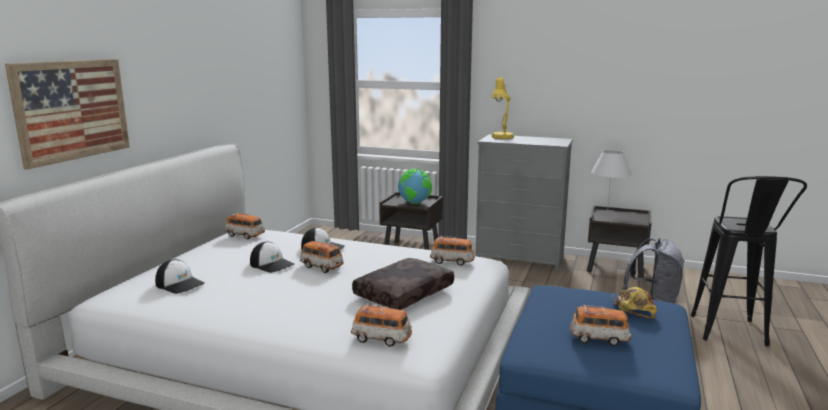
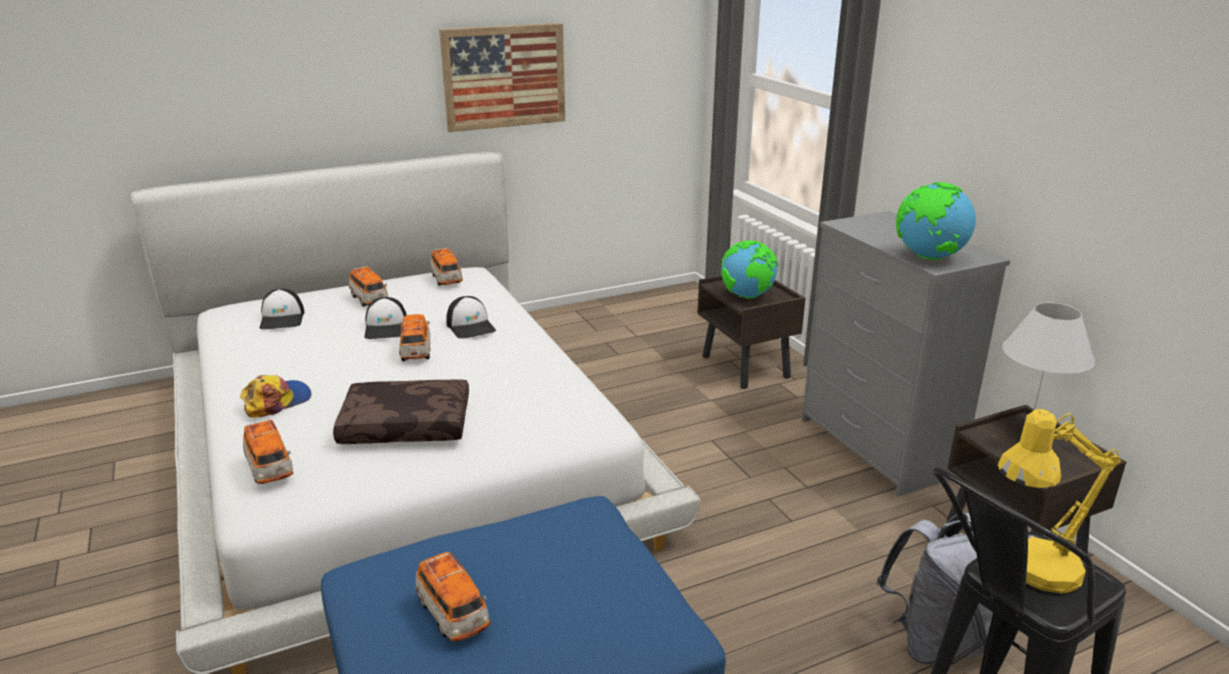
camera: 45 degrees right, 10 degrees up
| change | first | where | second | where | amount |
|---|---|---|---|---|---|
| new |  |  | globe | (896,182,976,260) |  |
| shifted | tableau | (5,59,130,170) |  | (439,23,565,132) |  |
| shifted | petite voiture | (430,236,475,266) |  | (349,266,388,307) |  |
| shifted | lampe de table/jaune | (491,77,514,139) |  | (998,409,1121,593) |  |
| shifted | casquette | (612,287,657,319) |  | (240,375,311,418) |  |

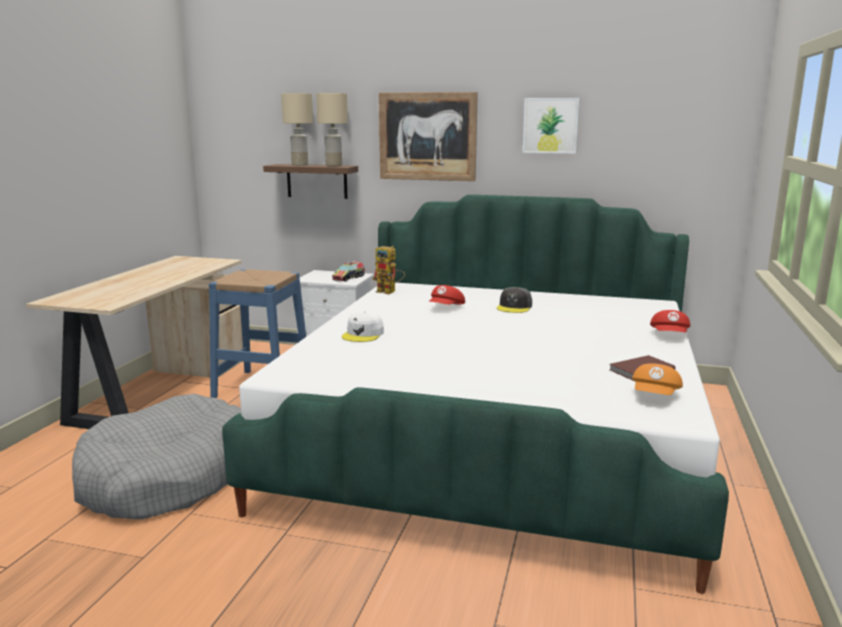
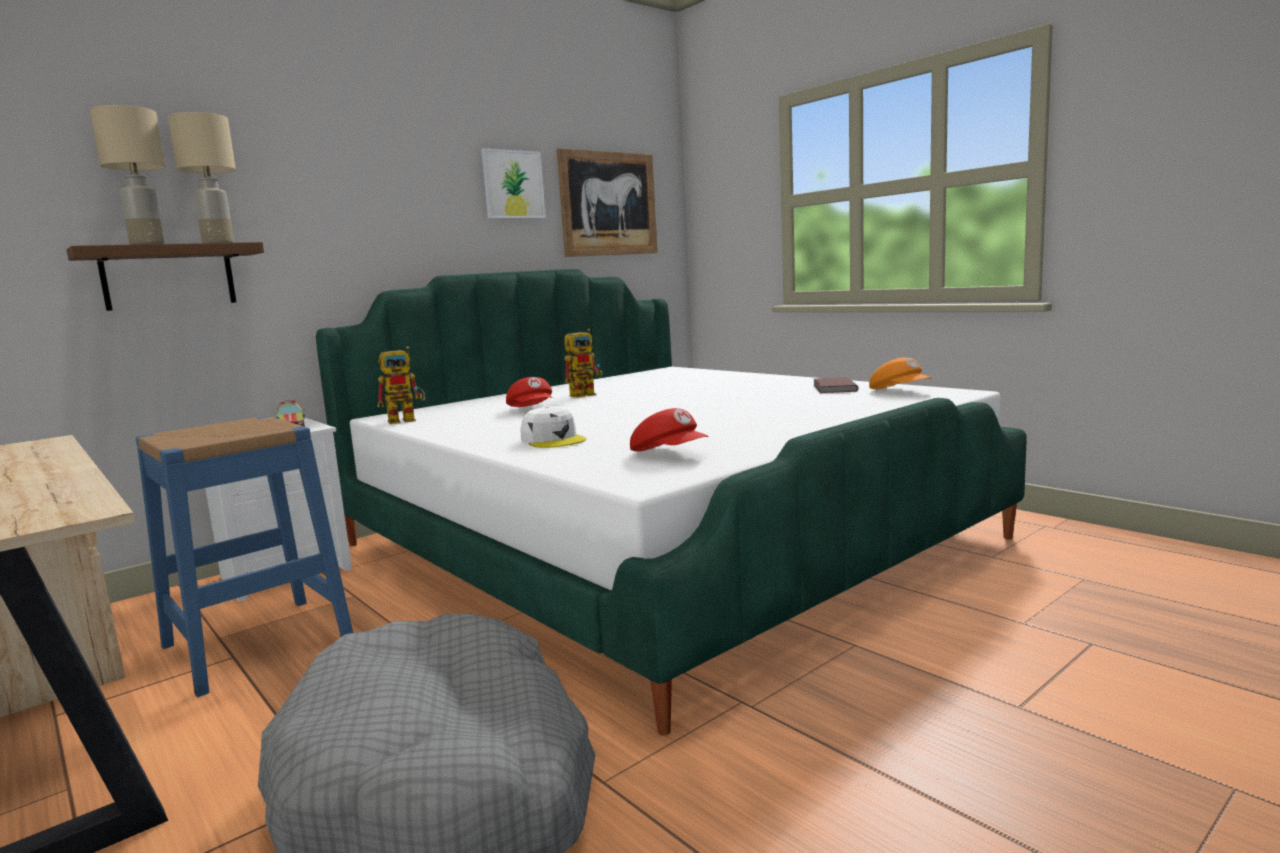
camera: 55 degrees left, 5 degrees down
| change | first | where | second | where | amount |
|---|---|---|---|---|---|
| shifted | tableau | (379,92,478,181) |  | (557,148,658,257) |  |
| shifted | casquette/rouge | (650,310,690,333) |  | (630,408,709,452) |  |
| swapped | casquette/gris | (497,287,532,313) | robot jouet | (564,329,602,398) |  |

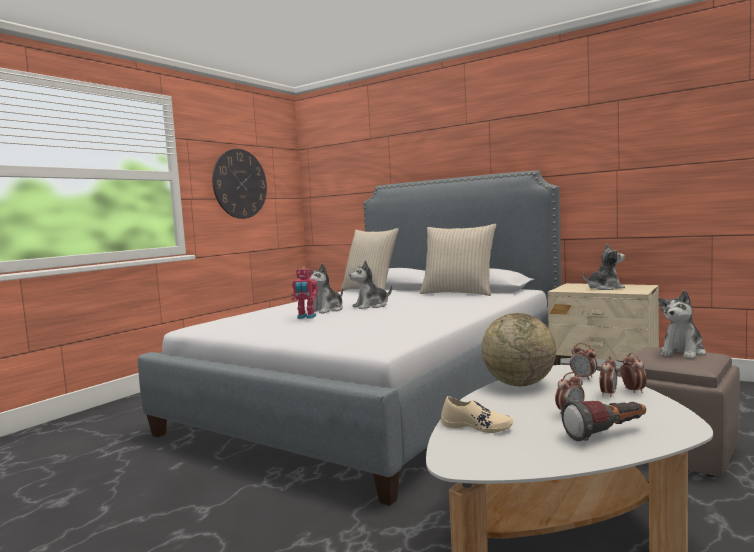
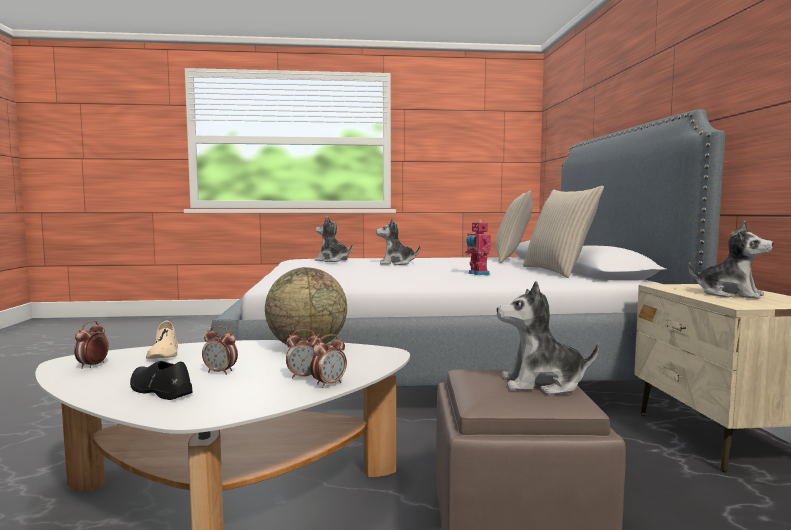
camera: 50 degrees right, 0 degrees up
| change | first | where | second | where | amount |
|---|---|---|---|---|---|
| gone | horloge murale | (212,149,267,219) |  |  |  |
| shifted | robot jouet | (292,266,318,319) |  | (465,220,492,275) |  |
| shifted | peluche | (350,260,392,309) |  | (314,216,353,262) |  |
| shifted | réveil | (570,343,597,380) |  | (74,321,109,369) |  |
| swapped | lampe de poche | (561,400,646,441) | chaussure/noir | (130,361,193,400) |  |

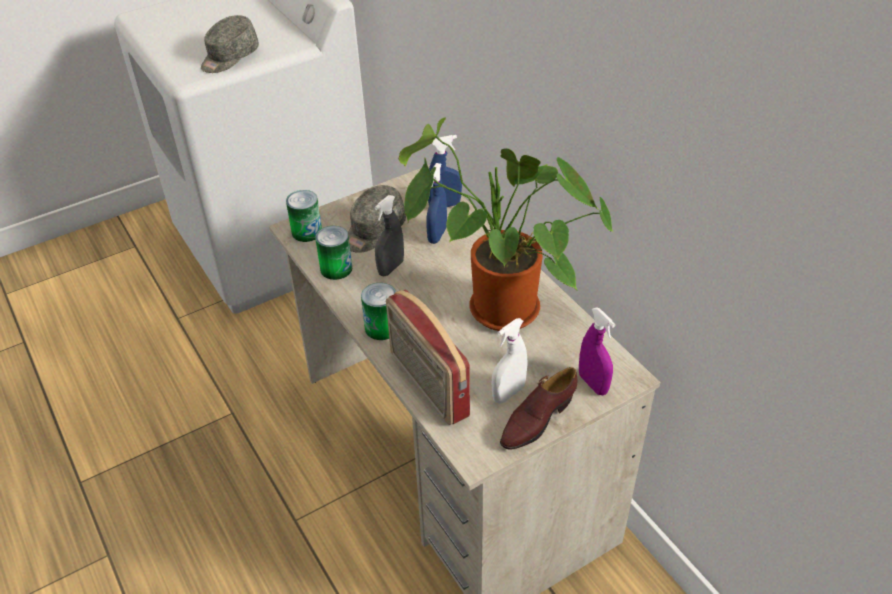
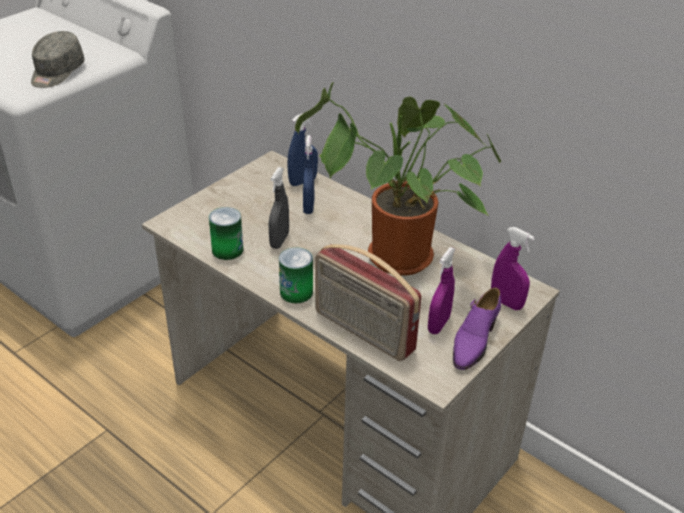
camera: 20 degrees left, 5 degrees down
| change | first | where | second | where | amount |
|---|---|---|---|---|---|
| gone | boîte métallique | (286,190,322,242) |  |  |  |
| gone | casquette/gris | (348,185,406,253) |  |  |  |
| repainted | vaporisateur/blanc | (492,318,527,404) | vaporisateur/violet | (428,247,455,334) |  |
| repainted | chaussure/marron | (500,367,578,450) | chaussure/violet | (453,288,501,370) |  |

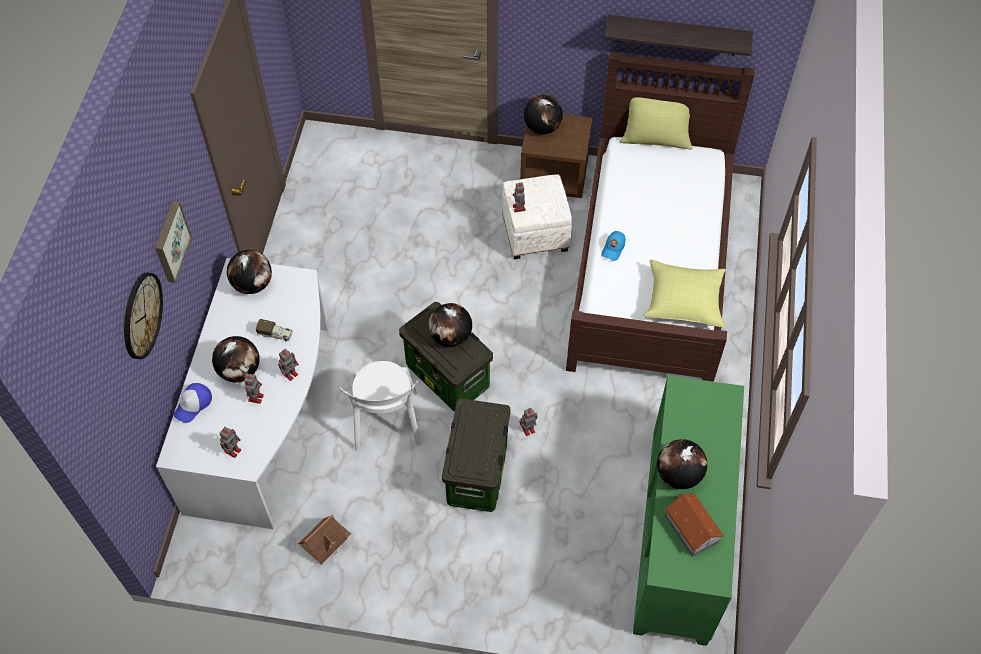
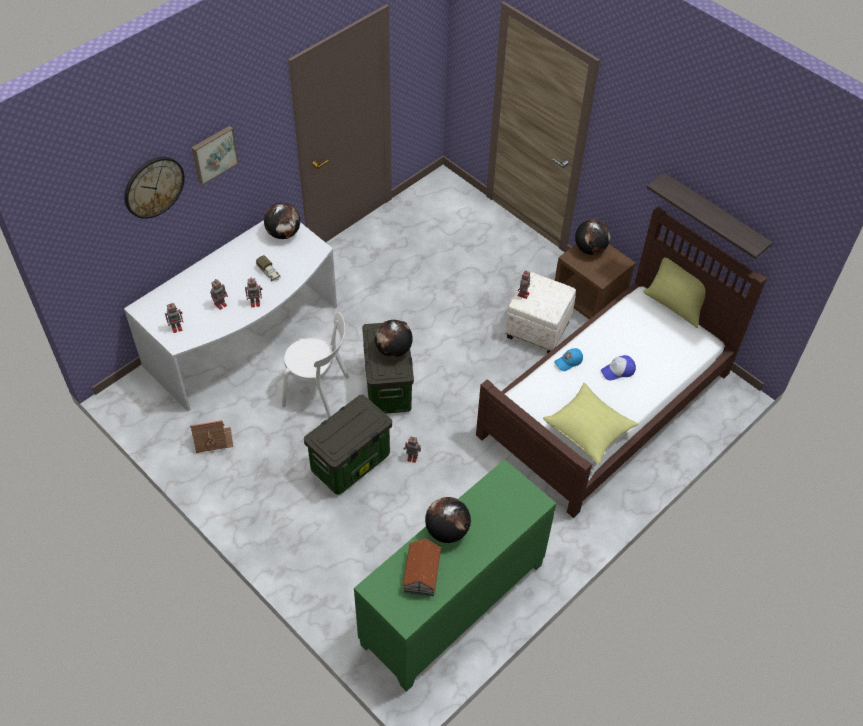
camera: 35 degrees right, 5 degrees down
| change | first | where | second | where | amount |
|---|---|---|---|---|---|
| gone | globe | (212,336,260,383) |  |  |  |
| shifted | casquette | (174,383,212,423) |  | (601,355,636,380) |  |
| rotated | chaise/blanc | (340,361,421,451) |  | (282,312,349,418) | 105 degrees counterclockwise |

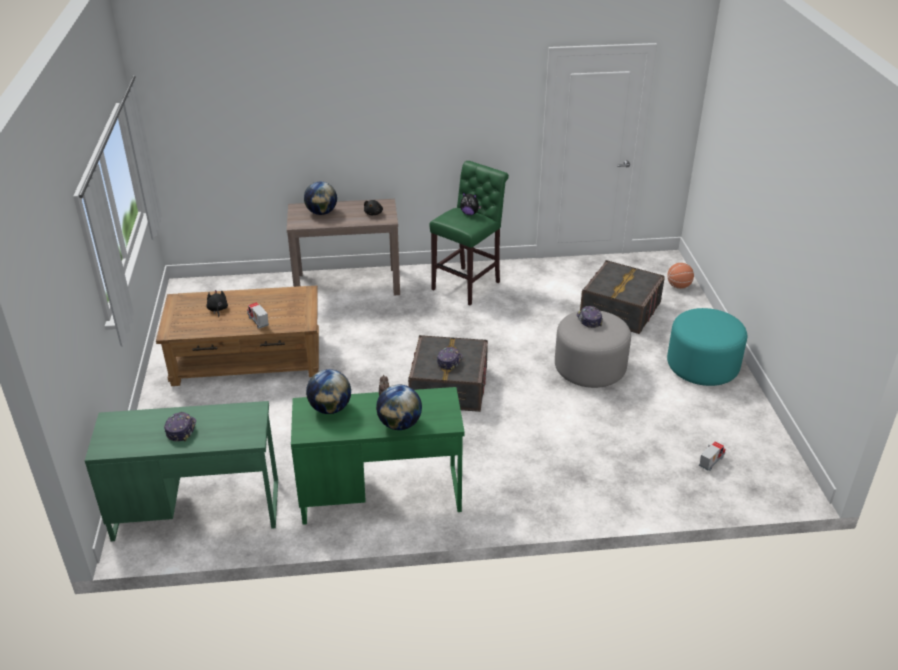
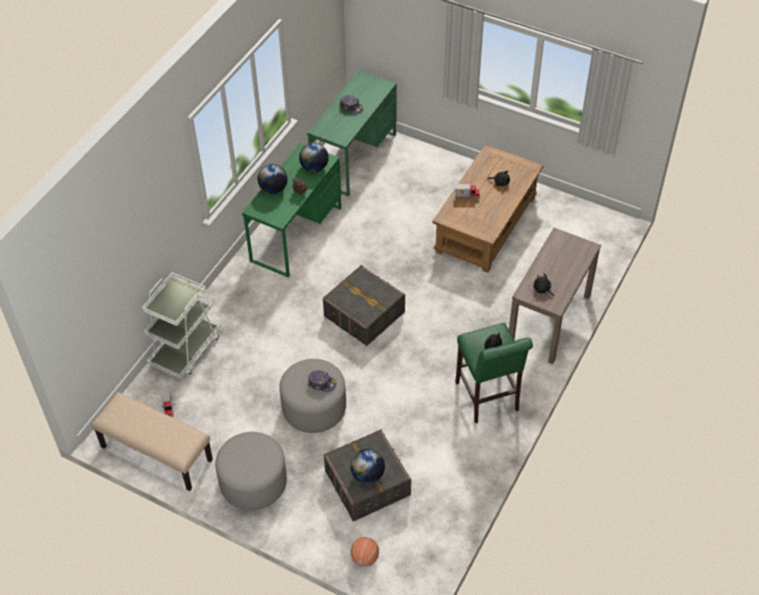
camera: 125 degrees right, 15 degrees up
| change | first | where | second | where | amount |
|---|---|---|---|---|---|
| gone | casquette | (437,347,462,371) |  |  |  |
| new |  |  | banc/beige | (91,392,213,491) |  |
| new |  |  | chariot/blanc | (142,272,221,379) |  |
| shifted | globe | (304,182,337,215) |  | (350,449,385,484) |  |
| repainted | pouf/turquoise | (667,308,747,386) | pouf/gris | (215,432,287,510) |  |

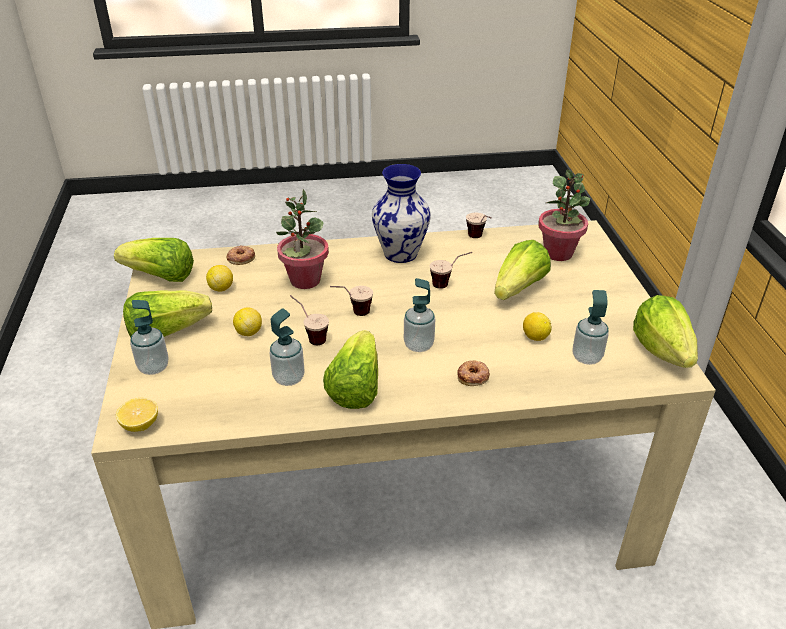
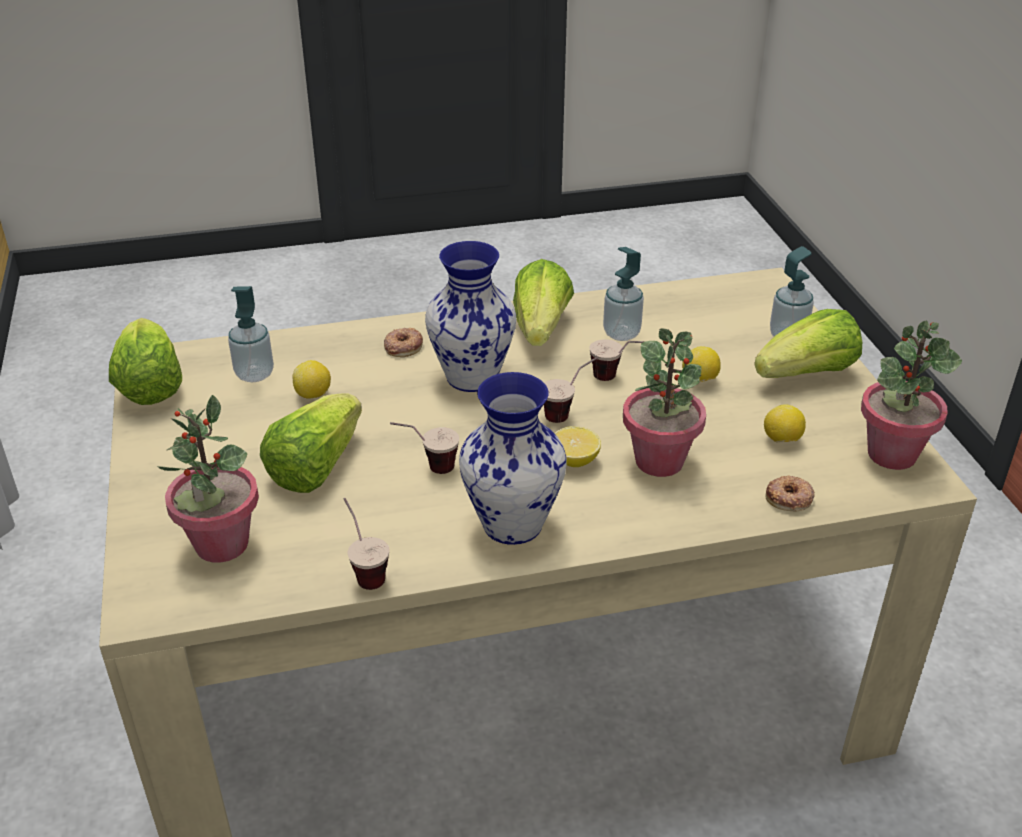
camera: 175 degrees right, 0 degrees up
| change | first | where | second | where | amount |
|---|---|---|---|---|---|
| shifted | citron | (116,398,158,432) |  | (555,426,601,467) |  |
| swapped | laitue | (114,238,194,282) | plante en pot | (861,320,962,470) |  |
| swapped | distributeur de savon | (404,278,435,352) | vase | (425,241,516,392) |  |

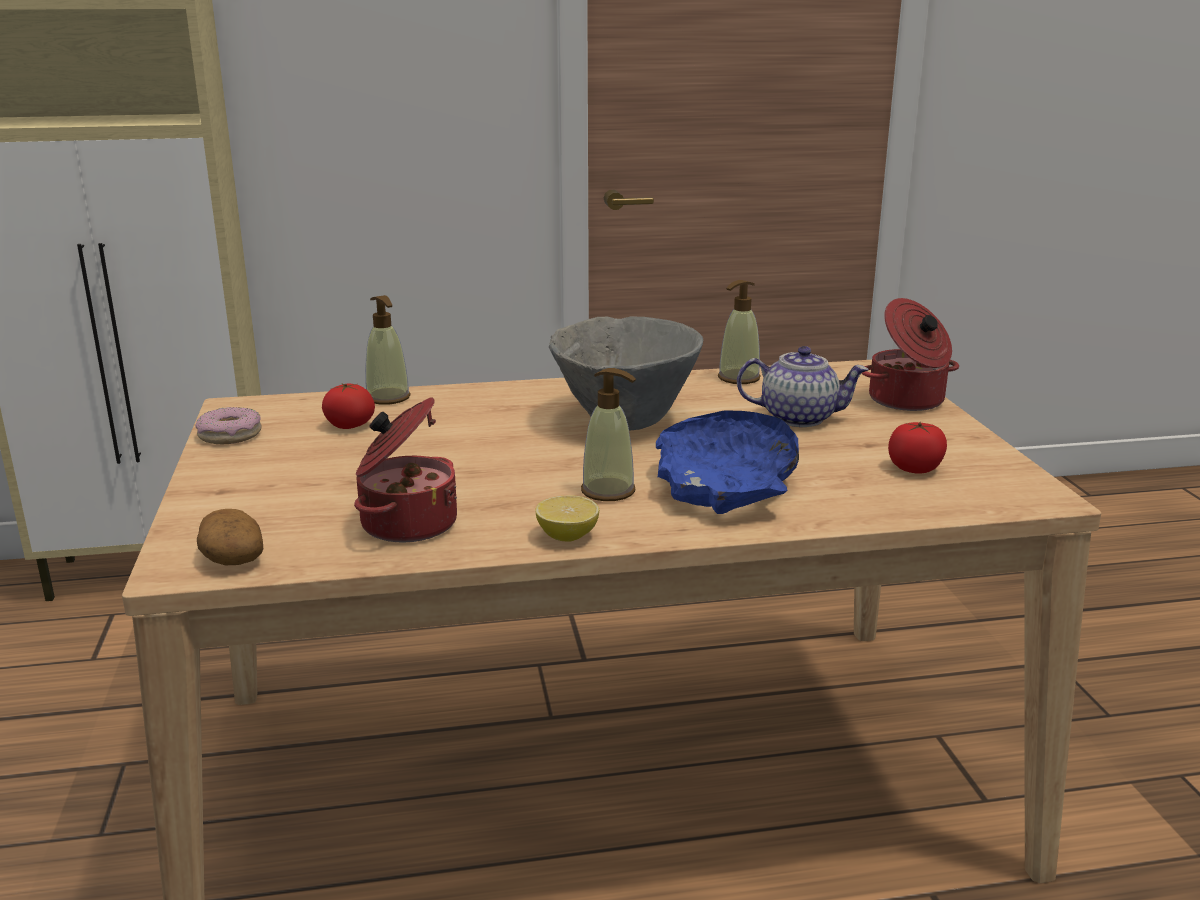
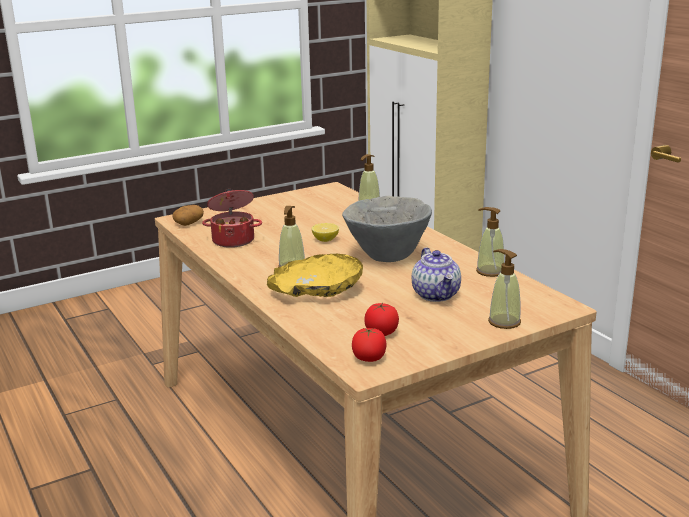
camera: 70 degrees right, 0 degrees up
| change | first | where | second | where | amount |
|---|---|---|---|---|---|
| gone | beignet | (195,407,262,444) |  |  |  |
| shifted | tomate | (322,383,375,429) |  | (352,328,386,362) |  |
| shifted | citron | (535,495,599,542) |  | (312,223,339,242) |  |
| swapped | marmite | (861,298,959,411) | distributeur de savon | (488,249,521,329) |  |
| repainted | bol/bleu | (656,411,799,514) | bol/jaune | (267,254,363,297) |  |

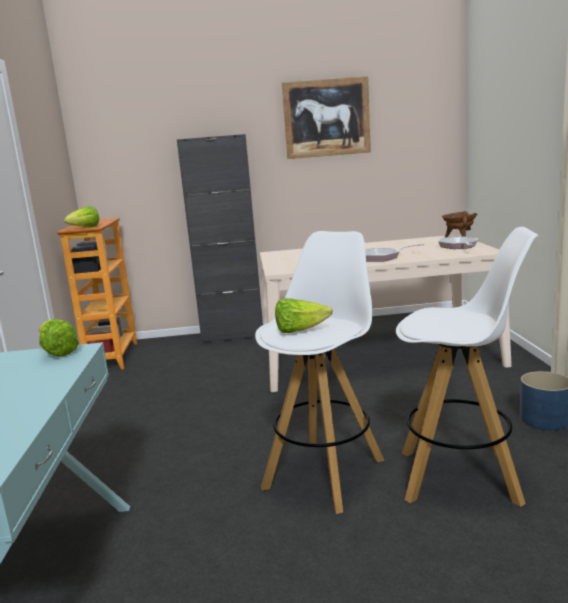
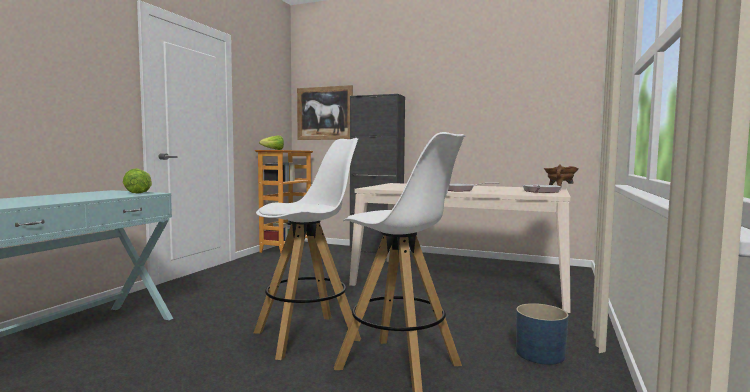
camera: 25 degrees right, 10 degrees down
| change | first | where | second | where | amount |
|---|---|---|---|---|---|
| gone | laitue | (275,298,333,333) |  |  |  |
| shifted | tableau | (282,76,371,159) |  | (297,85,353,140) |  |

